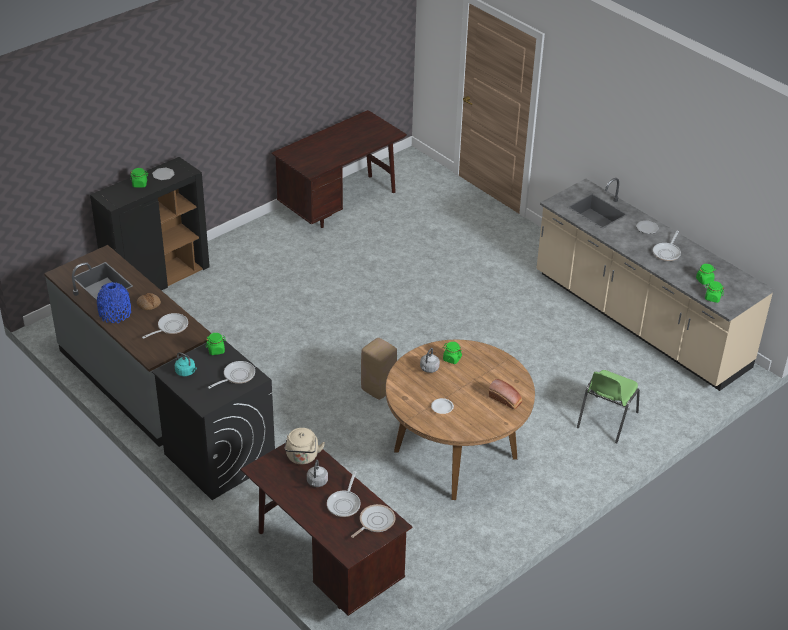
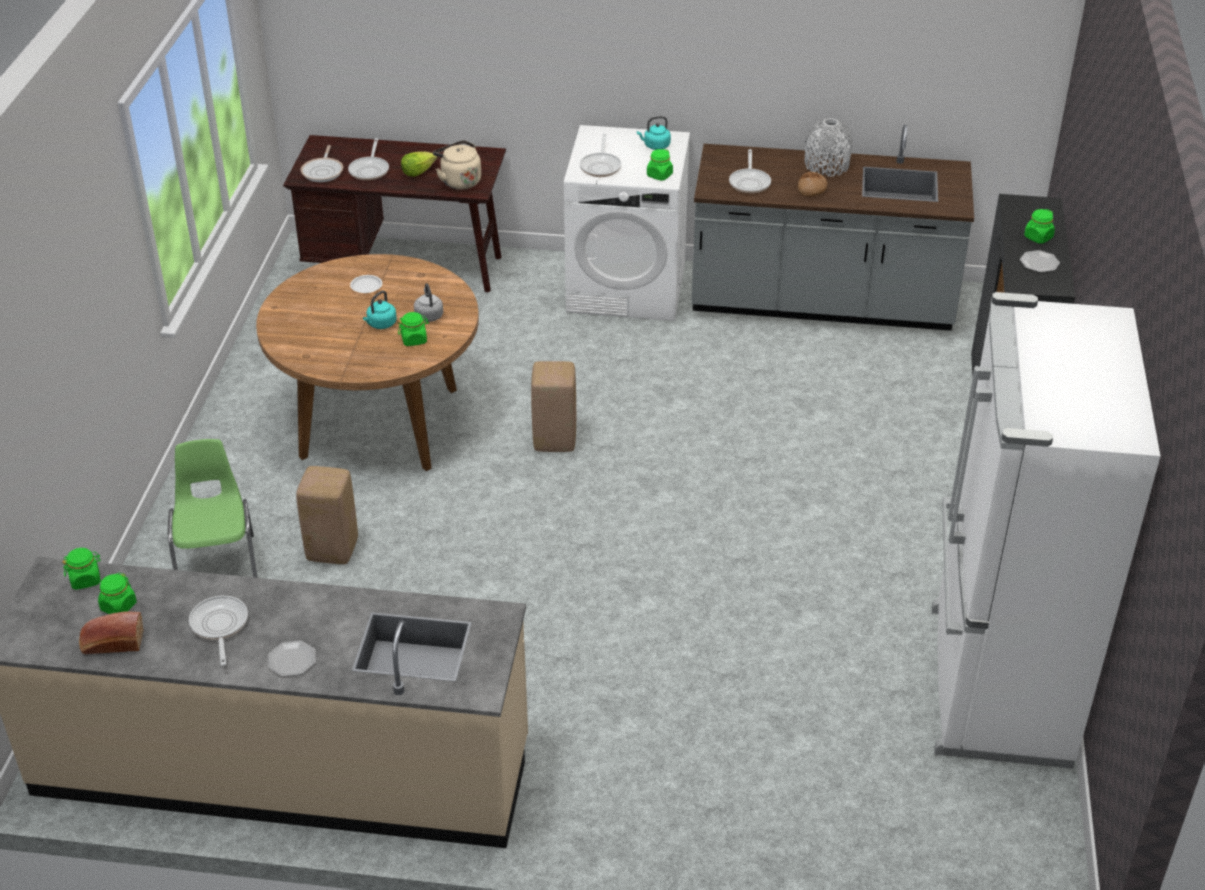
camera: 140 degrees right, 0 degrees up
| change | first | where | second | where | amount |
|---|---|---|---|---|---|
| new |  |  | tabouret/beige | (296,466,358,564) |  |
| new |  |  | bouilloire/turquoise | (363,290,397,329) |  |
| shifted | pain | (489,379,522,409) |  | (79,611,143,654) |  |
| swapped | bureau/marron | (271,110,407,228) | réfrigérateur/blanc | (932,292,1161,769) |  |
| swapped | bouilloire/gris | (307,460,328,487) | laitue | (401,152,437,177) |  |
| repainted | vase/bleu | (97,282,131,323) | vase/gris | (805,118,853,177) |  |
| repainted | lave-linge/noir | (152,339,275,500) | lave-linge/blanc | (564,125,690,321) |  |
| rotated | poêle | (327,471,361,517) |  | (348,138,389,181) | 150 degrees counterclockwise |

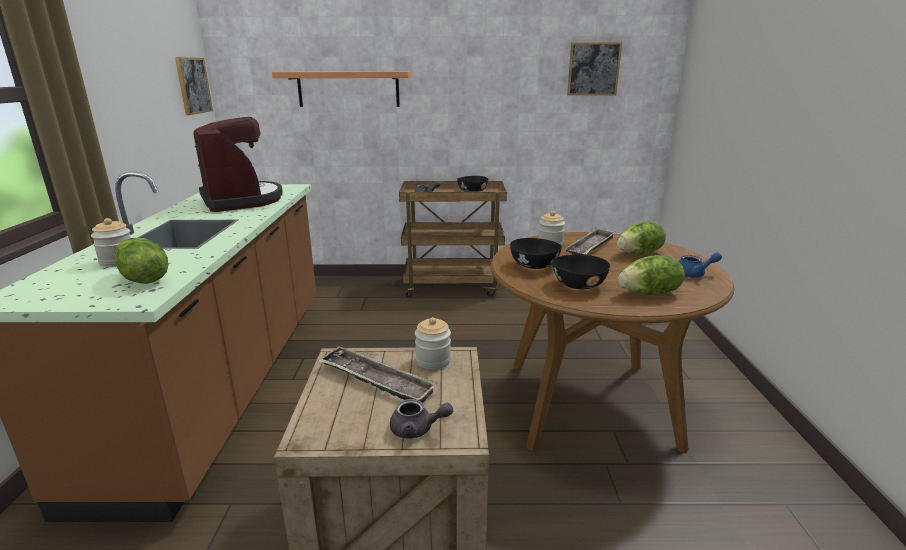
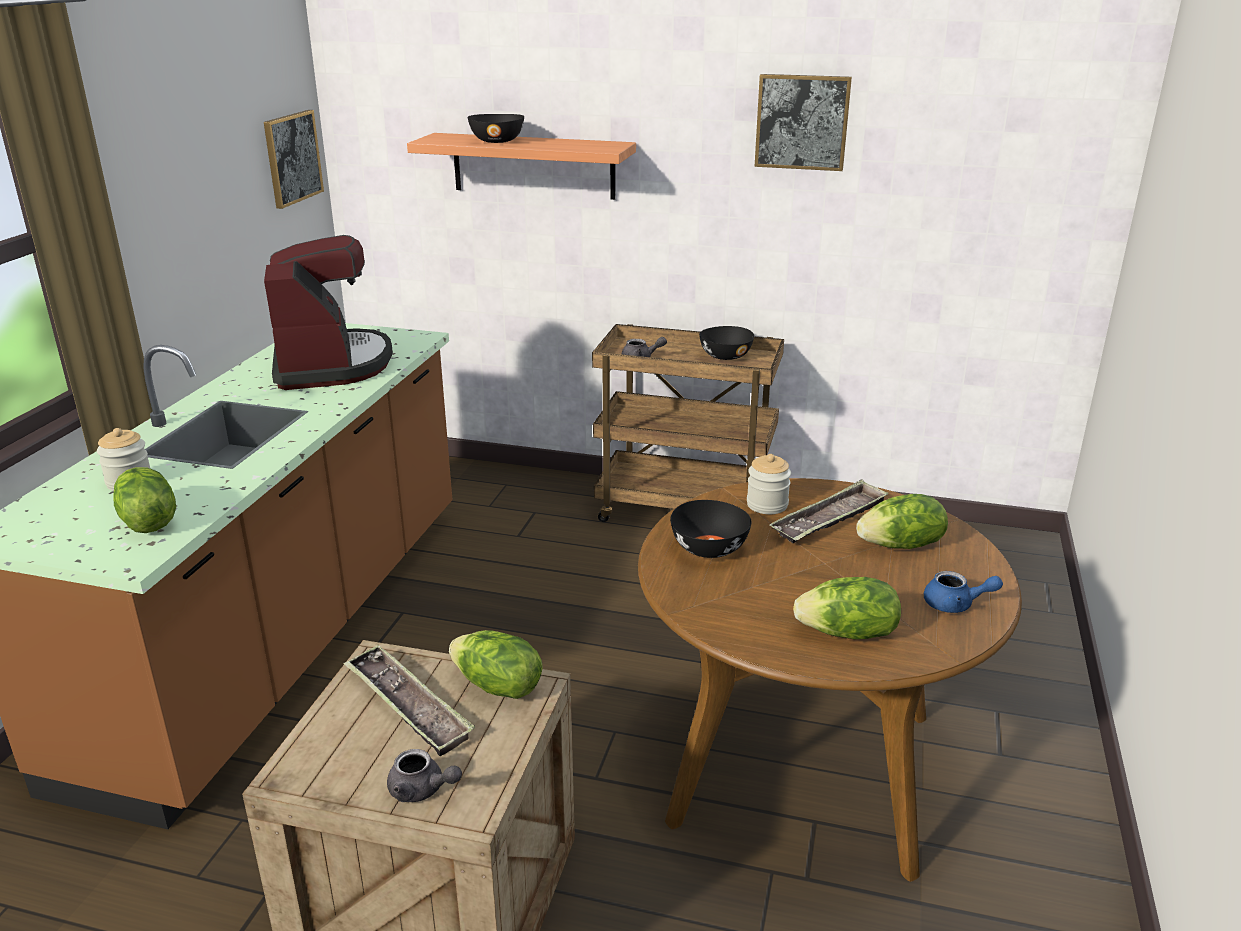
camera: 15 degrees right, 5 degrees up
| change | first | where | second | where | amount |
|---|---|---|---|---|---|
| shifted | bol/noir | (552,255,610,289) |  | (468,114,524,143) |  |
| shifted | tableau | (567,42,622,96) |  | (755,74,852,171) |  |
| swapped | bocal | (415,317,451,370) | laitue | (449,630,542,699) |  |

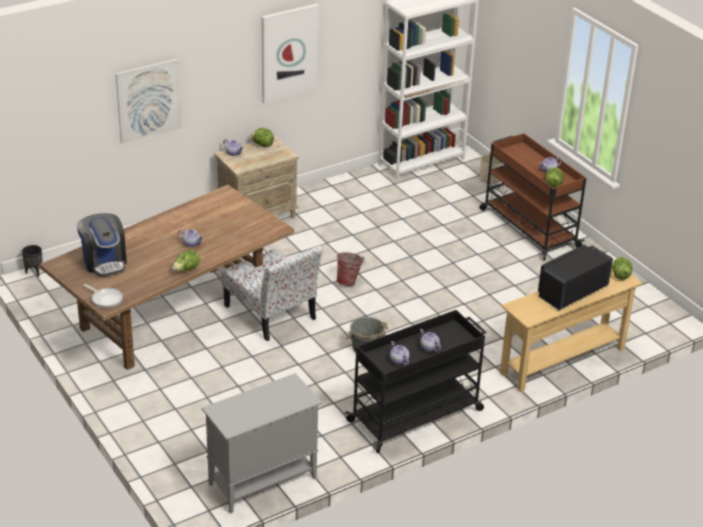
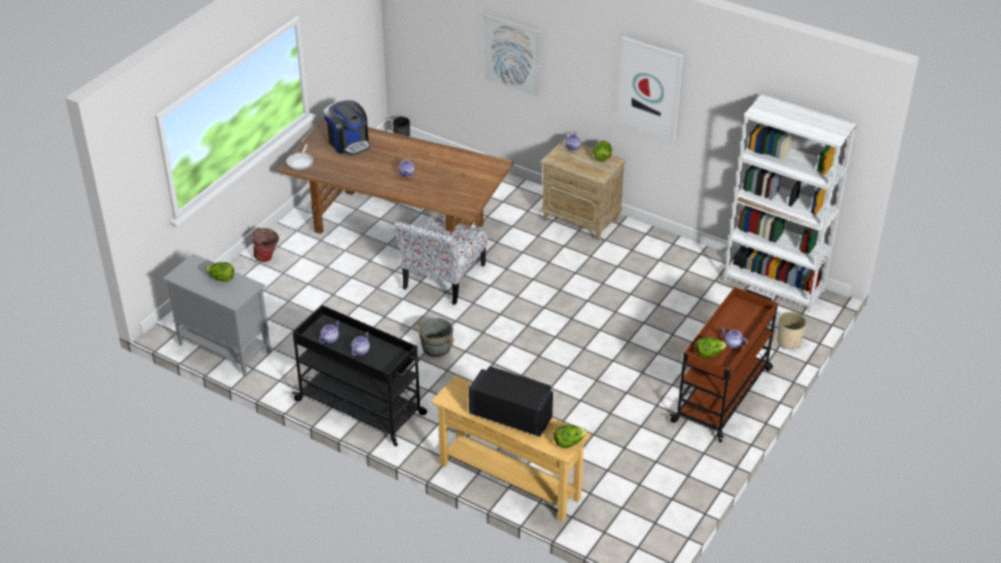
camera: 65 degrees right, 5 degrees up
| change | first | where | second | where | amount |
|---|---|---|---|---|---|
| shifted | laitue | (172,250,200,271) |  | (205,262,234,282) |  |
| shifted | seau | (336,252,365,286) |  | (251,227,279,262) |  |
| rotated | machine à café | (77,213,127,277) |  | (324,100,370,156) | 75 degrees counterclockwise |

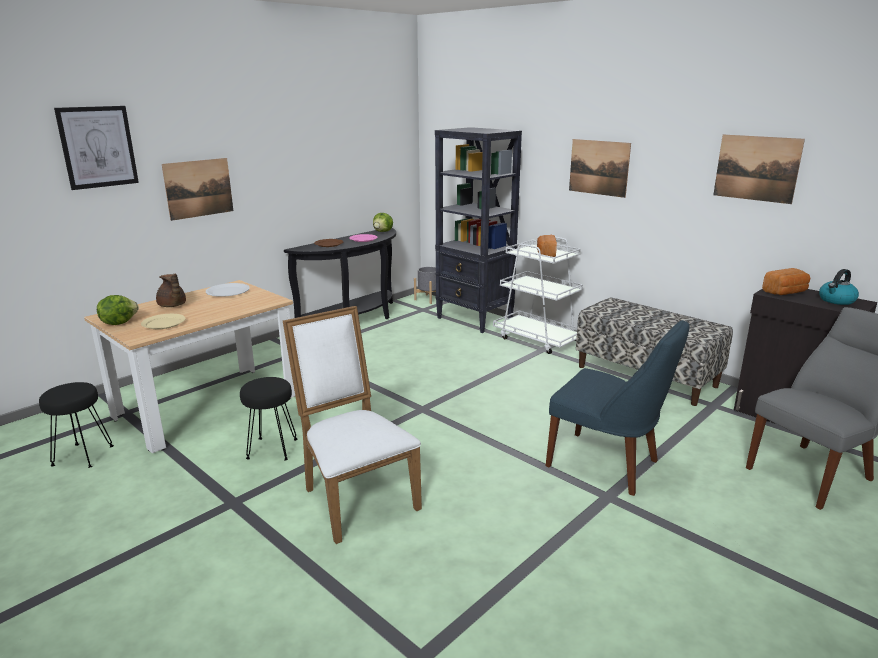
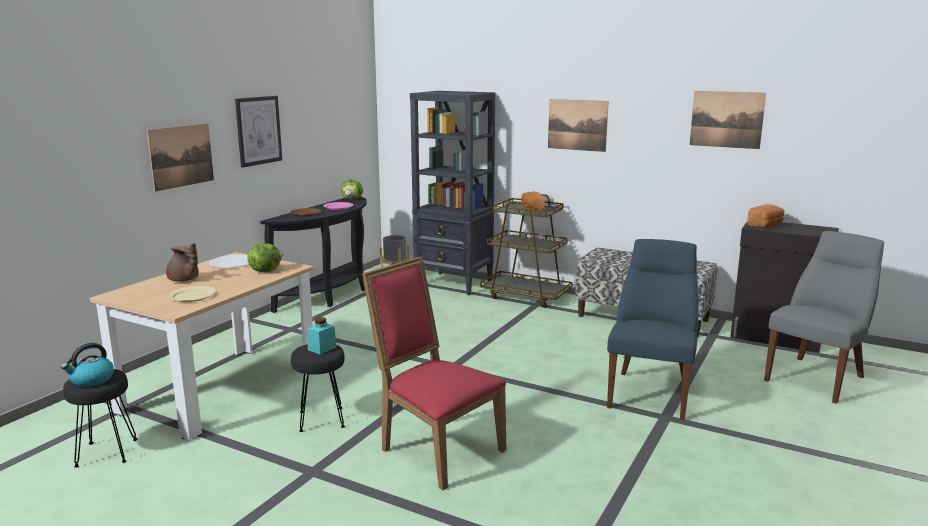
camera: 15 degrees left, 5 degrees down
| change | first | where | second | where | amount |
|---|---|---|---|---|---|
| new |  |  | bocal/turquoise | (307,317,337,354) |  |
| shifted | tableau | (54,106,139,190) |  | (235,96,282,168) |  |
| shifted | laitue | (97,295,139,325) |  | (247,244,283,272) |  |
| shifted | bouilloire | (819,269,859,305) |  | (61,343,114,387) |  |
| repainted | chaise/blanc | (283,306,422,544) | chaise/rouge | (362,257,506,490) |  |
| repainted | chariot/blanc | (493,237,583,354) | chariot/marron | (480,194,573,308) |  |
| rotated | chaise/bleu | (546,320,689,496) |  | (607,239,699,420) | 90 degrees counterclockwise |

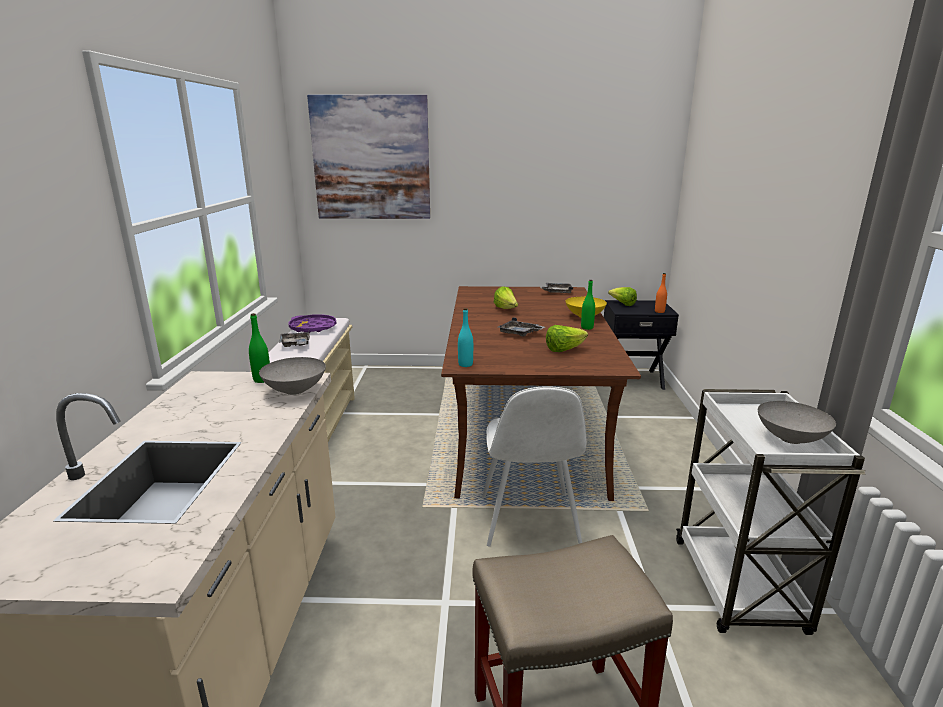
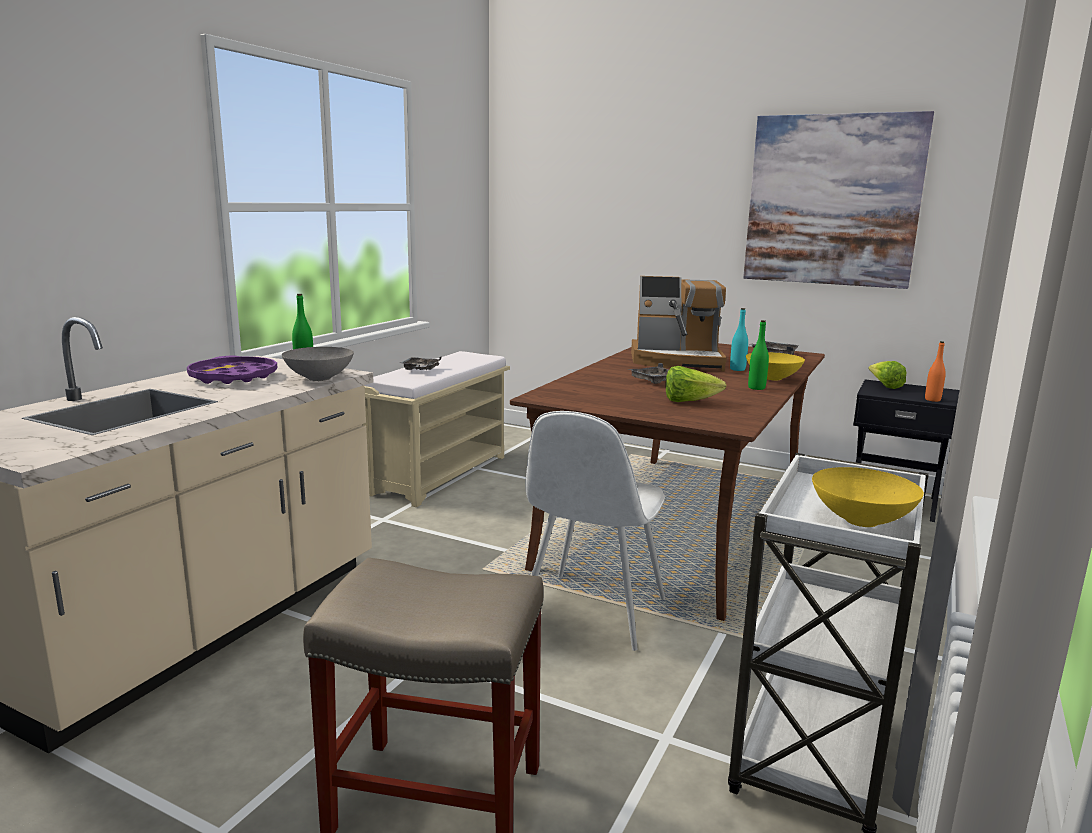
camera: 25 degrees right, 5 degrees down
| change | first | where | second | where | amount |
|---|---|---|---|---|---|
| shifted | plateau/violet | (289,314,336,333) |  | (187,356,278,384) |  |
| shifted | tableau | (307,95,430,219) |  | (743,111,934,289) |  |
| shifted | bouteille/turquoise | (458,308,473,367) |  | (730,308,748,371) |  |
| swapped | laitue | (494,287,518,309) | machine à café | (631,276,727,372) |  |
| repainted | bol/gris | (758,401,836,444) | bol/jaune | (812,467,924,527) |  |

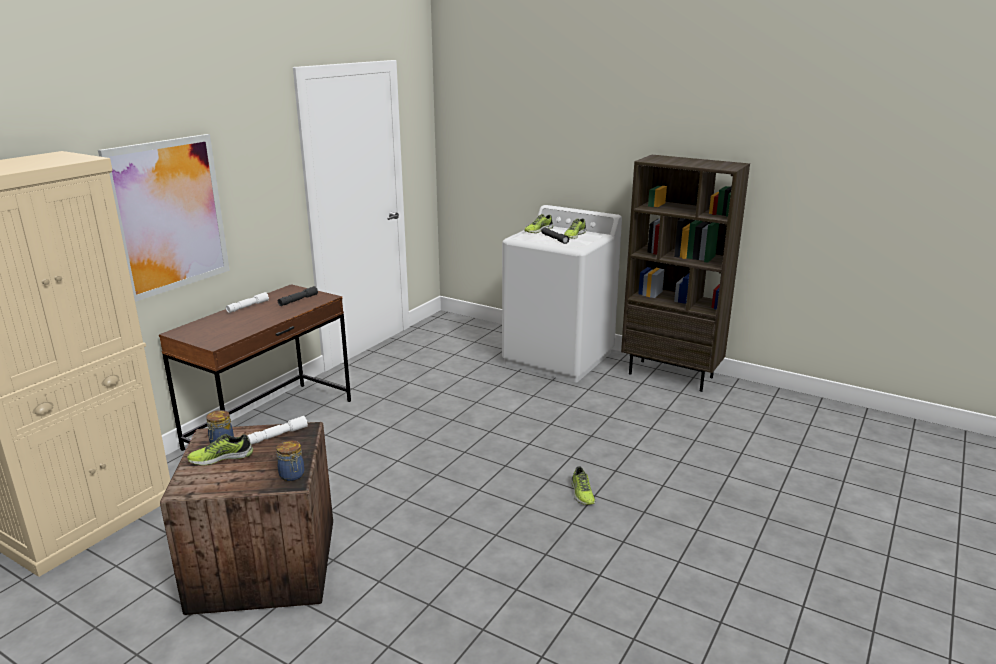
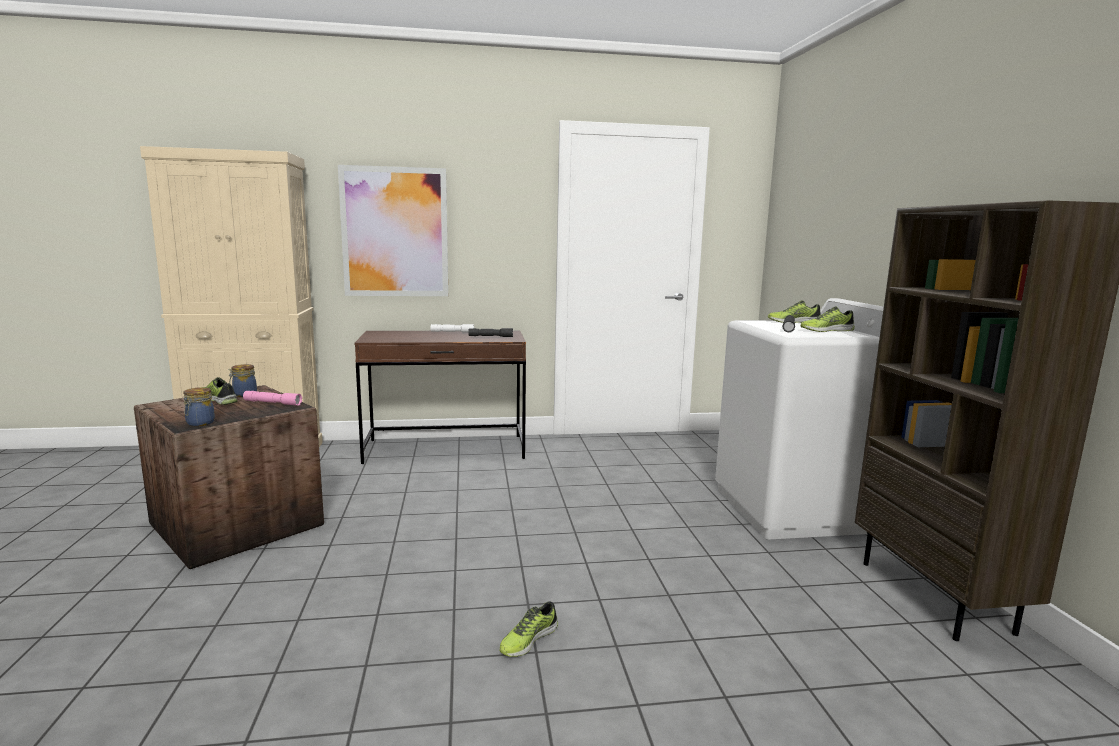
camera: 50 degrees right, 10 degrees down
| change | first | where | second | where | amount |
|---|---|---|---|---|---|
| repainted | lampe de poche/blanc | (247,416,308,445) | lampe de poche/rose | (243,391,302,406) |  |

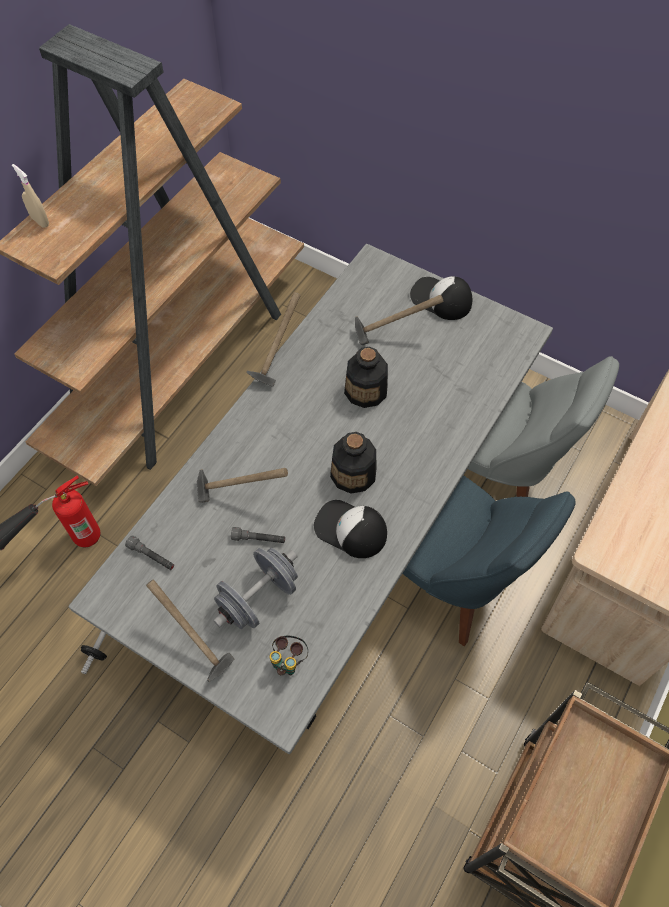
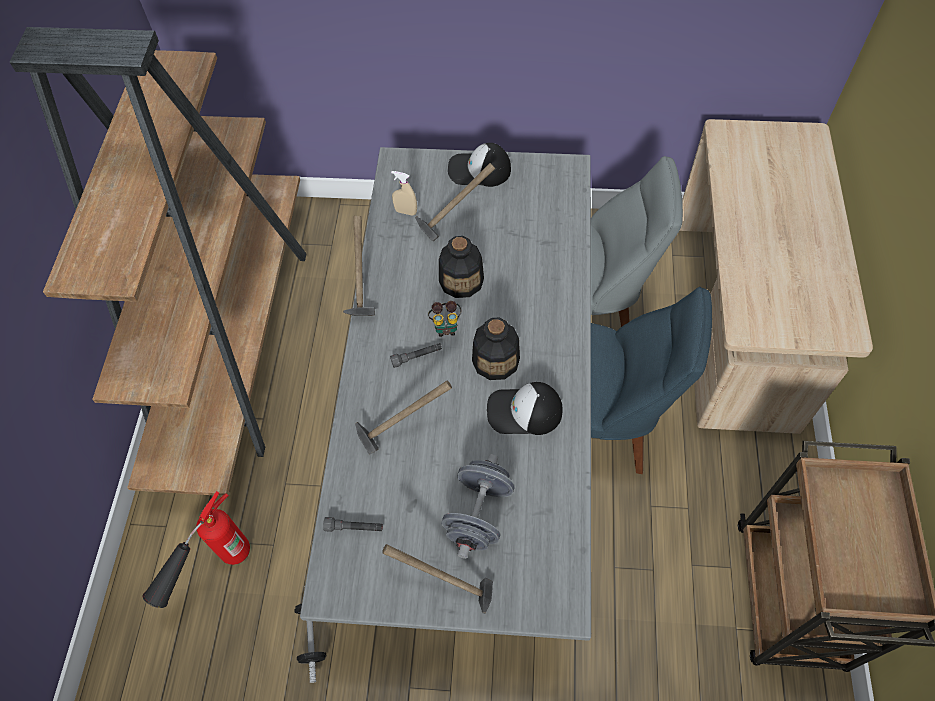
camera: 25 degrees left, 0 degrees up
| change | first | where | second | where | amount |
|---|---|---|---|---|---|
| shifted | vaporisateur/beige | (12,164,49,228) |  | (391,171,417,216) |  |
| shifted | lampe de poche/gris | (231,527,285,543) |  | (390,343,442,368) |  |
| shifted | jumelles | (269,636,308,676) |  | (428,301,461,337) |  |

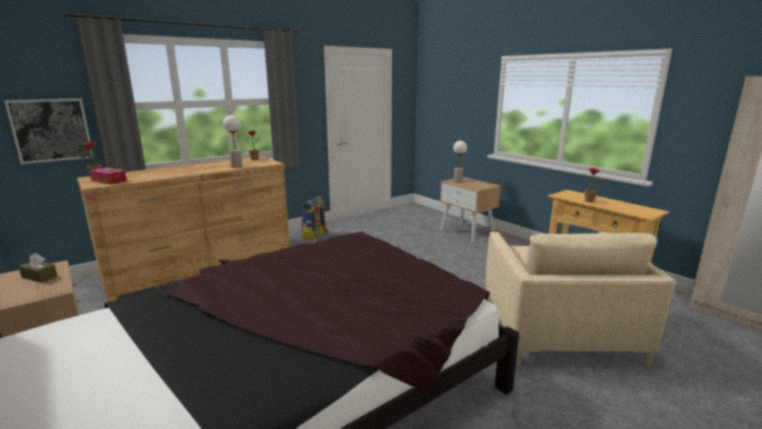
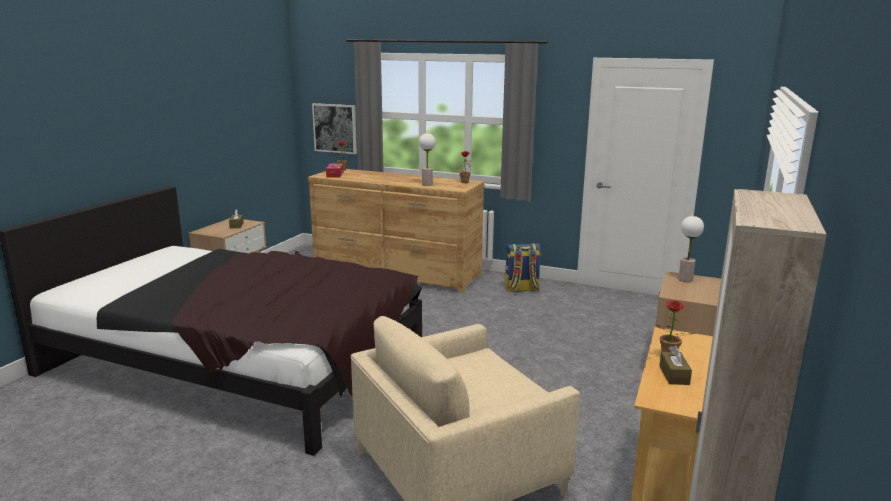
camera: 60 degrees right, 0 degrees up
| change | first | where | second | where | amount |
|---|---|---|---|---|---|
| new |  |  | boîte à mouchoirs/marron | (659,345,692,385) |  |

